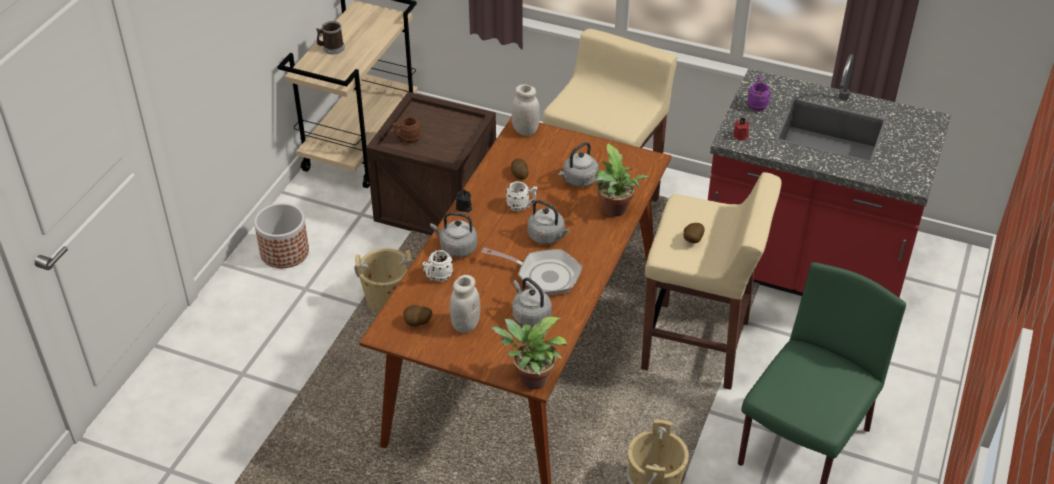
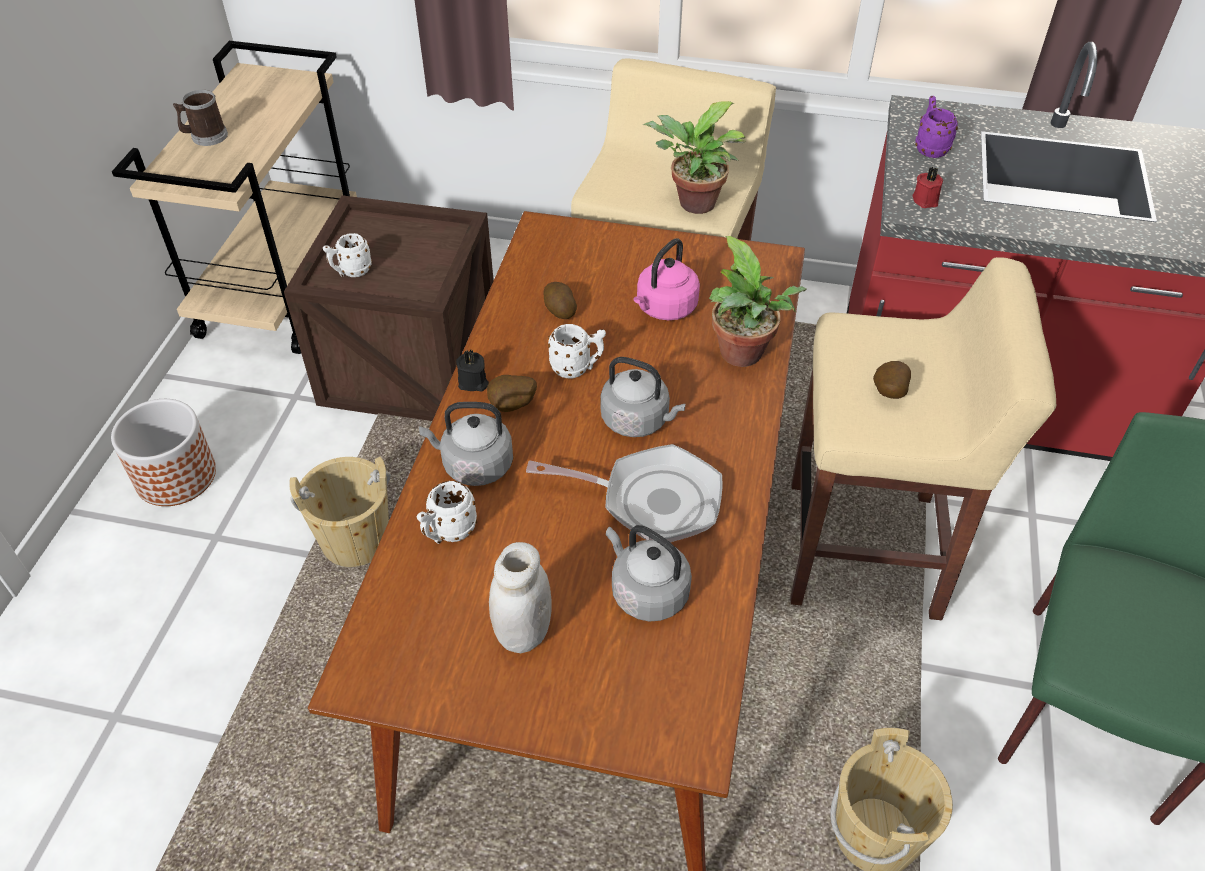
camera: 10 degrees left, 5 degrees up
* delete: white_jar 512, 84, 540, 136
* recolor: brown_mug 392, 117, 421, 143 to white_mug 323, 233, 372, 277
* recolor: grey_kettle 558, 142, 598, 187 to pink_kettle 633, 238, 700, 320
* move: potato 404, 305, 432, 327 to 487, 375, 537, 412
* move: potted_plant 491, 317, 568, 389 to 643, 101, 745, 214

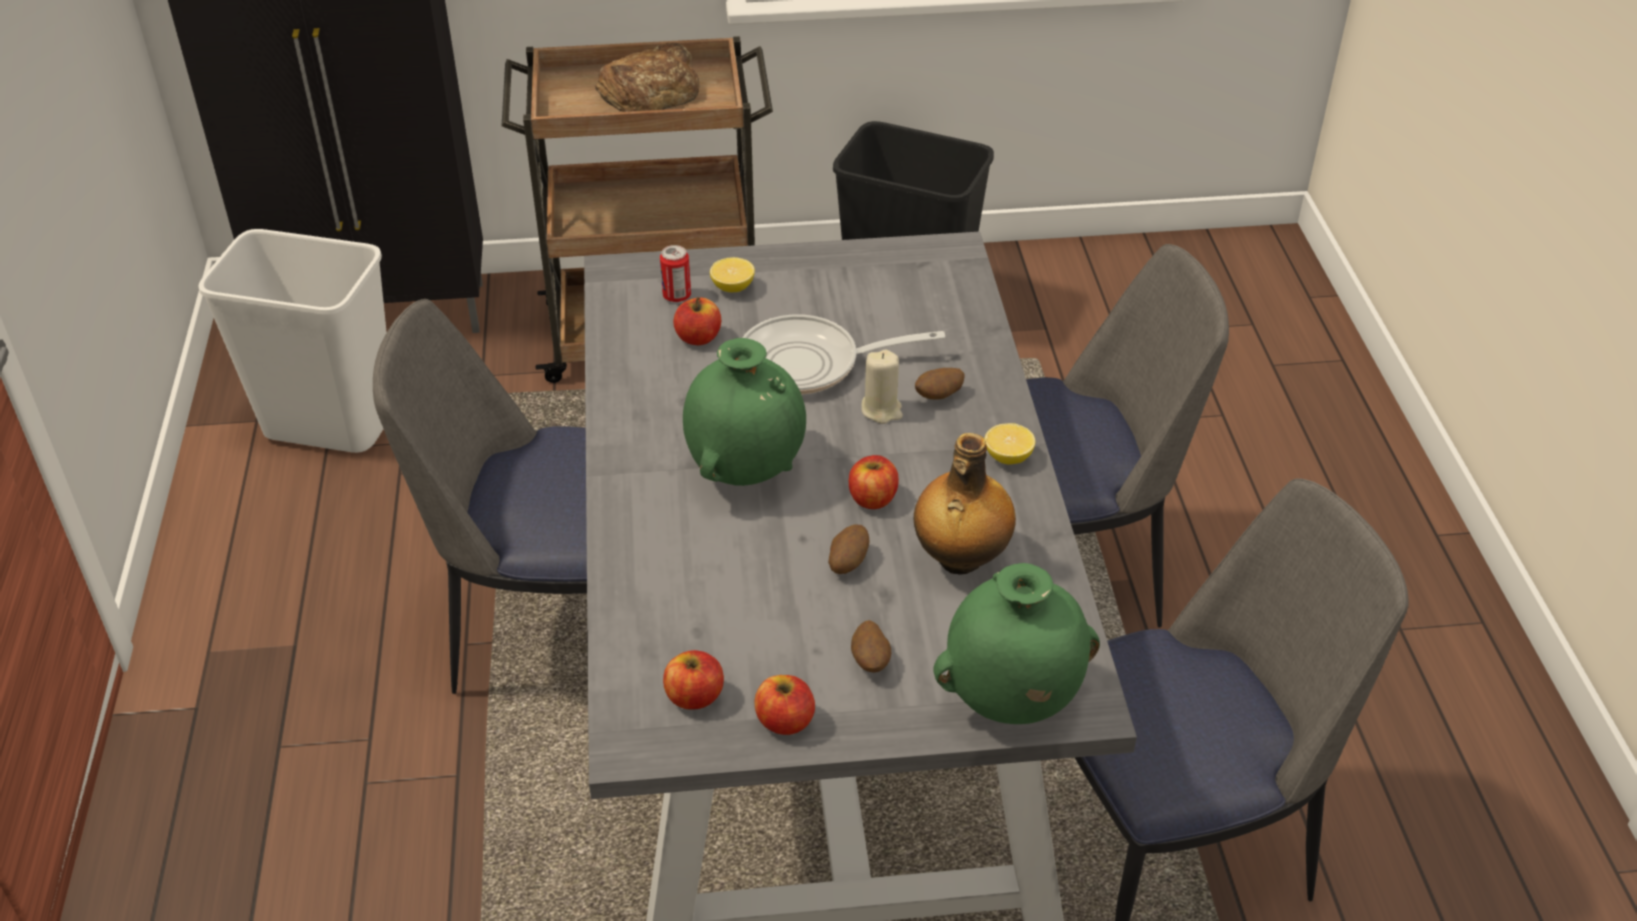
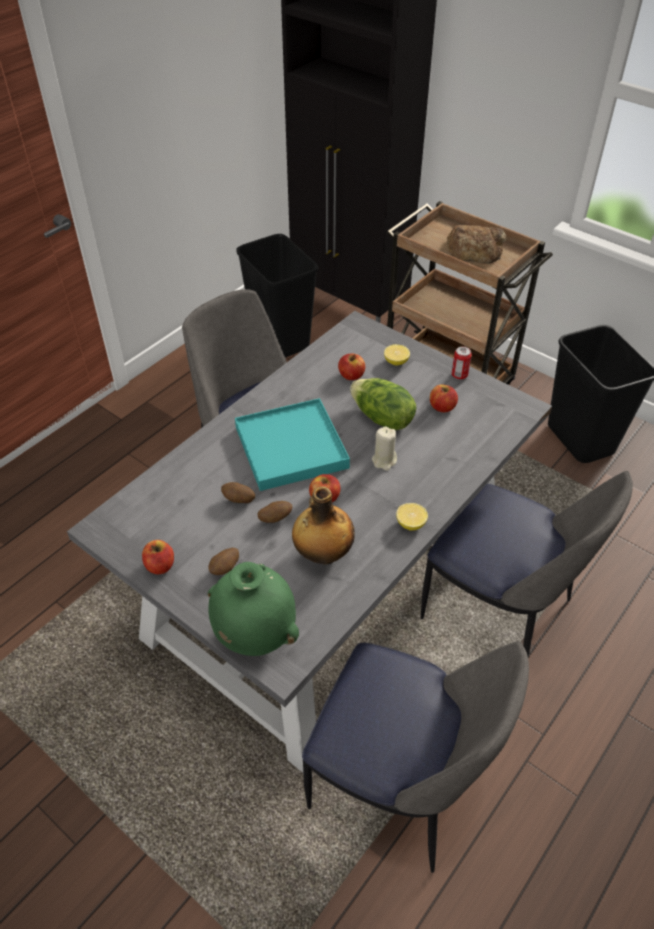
camera: 45 degrees right, 5 degrees up
* recolor: white_trash_can 199, 229, 387, 453 to black_trash_can 236, 234, 318, 358
* move: can 660, 245, 691, 302 to 452, 346, 472, 379
* replace: frying_pan 742, 315, 945, 395 to lettuce 350, 378, 417, 430
* replace: green_vase 683, 338, 806, 486 to turquoise_tray 235, 398, 350, 491
* move: potato 915, 368, 965, 399 to 221, 482, 255, 503
* move: apple 663, 650, 724, 709 to 430, 385, 458, 412

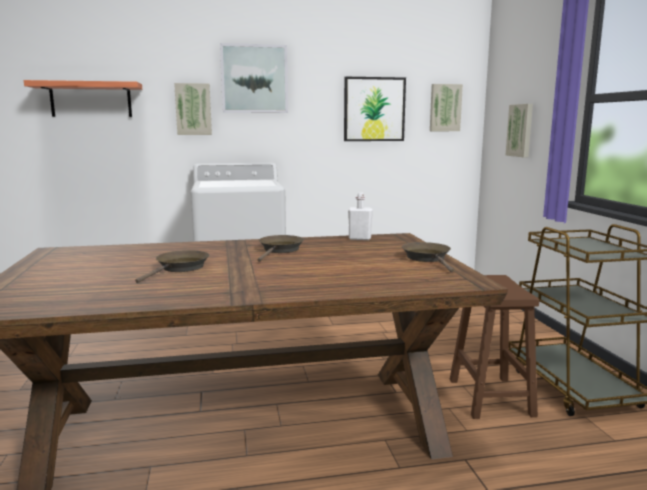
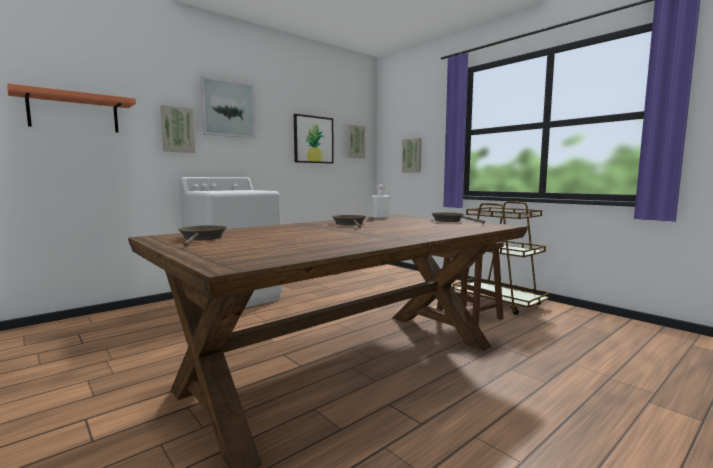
camera: 30 degrees left, 5 degrees down
* move: brown_frying_pan 135, 250, 209, 283 to 178, 225, 227, 246

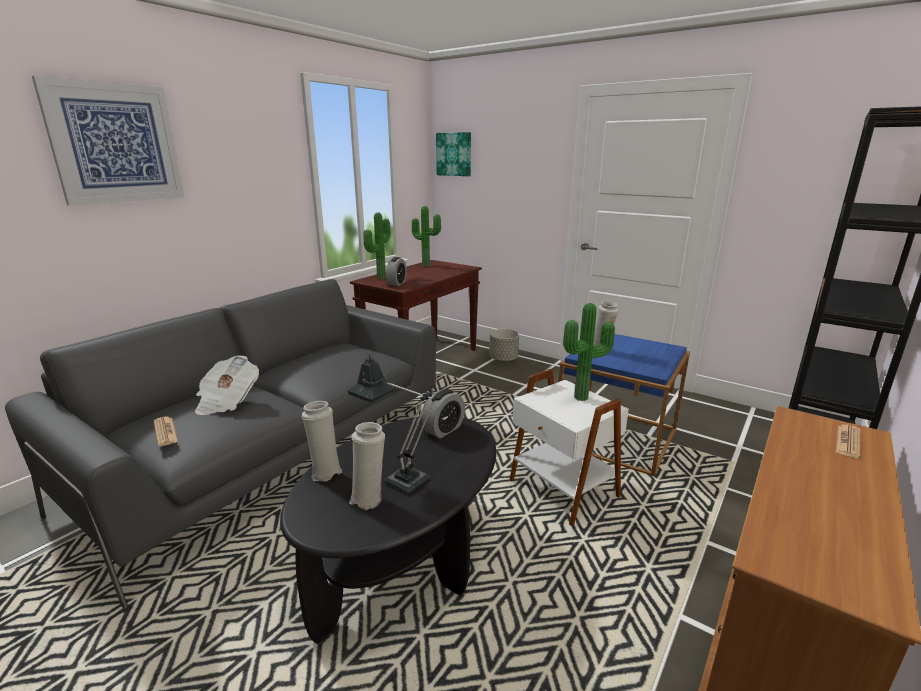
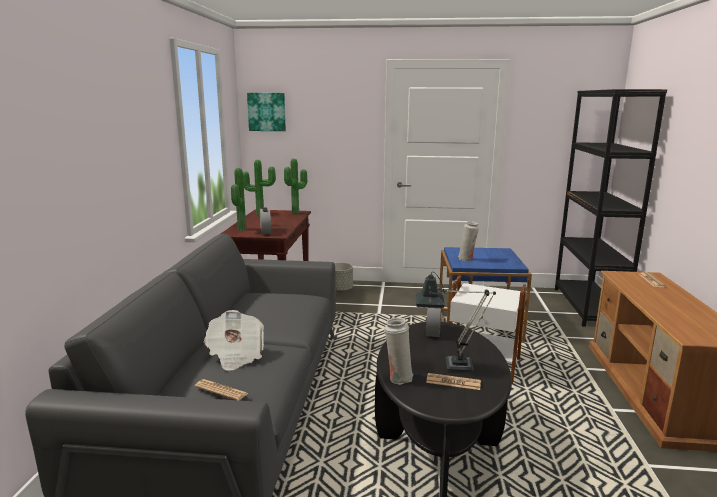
camera: 30 degrees left, 5 degrees down
* delete: picture 32, 76, 184, 206
* move: potted_plant 563, 303, 615, 401 to 284, 159, 307, 213
* replace: white_vase 349, 422, 385, 510 to newspaper 426, 373, 481, 390

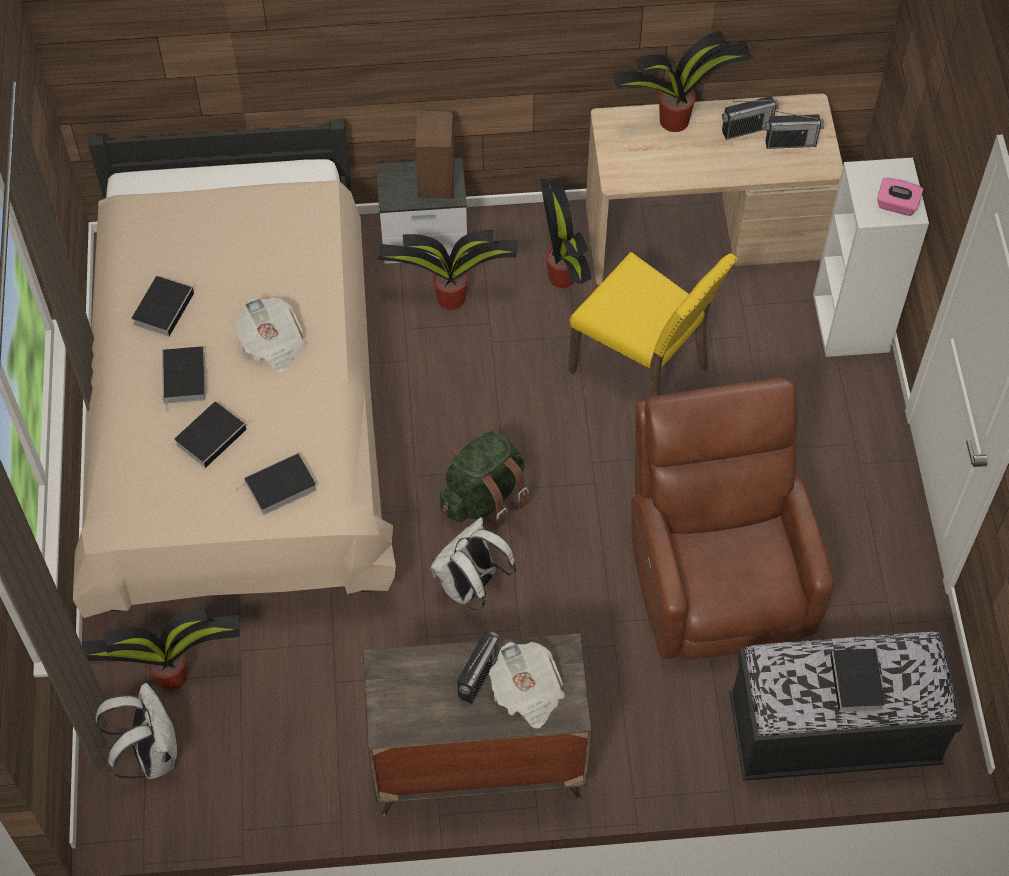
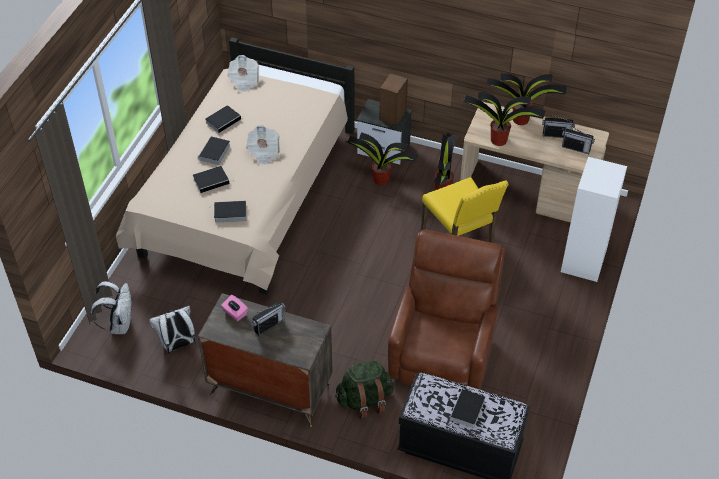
camera: 25 degrees right, 10 degrees down
* move: pink_tissue_box 877, 178, 923, 216 to 221, 295, 248, 321
* move: green_backpack 440, 431, 529, 530 to 335, 361, 394, 419
* move: white_backpack 430, 517, 516, 611 to 149, 306, 196, 354
* move: potted_plant 82, 606, 240, 691 to 464, 92, 546, 146
* move: newspaper 489, 642, 565, 729 to 227, 55, 259, 93

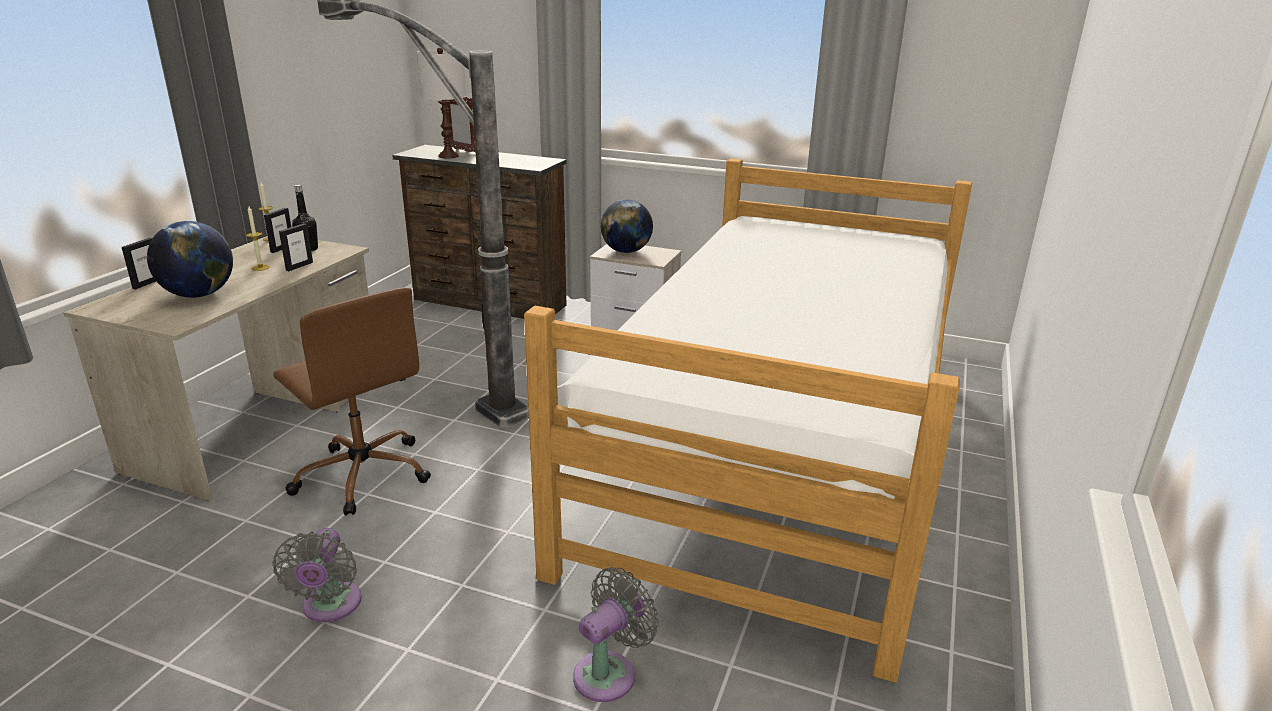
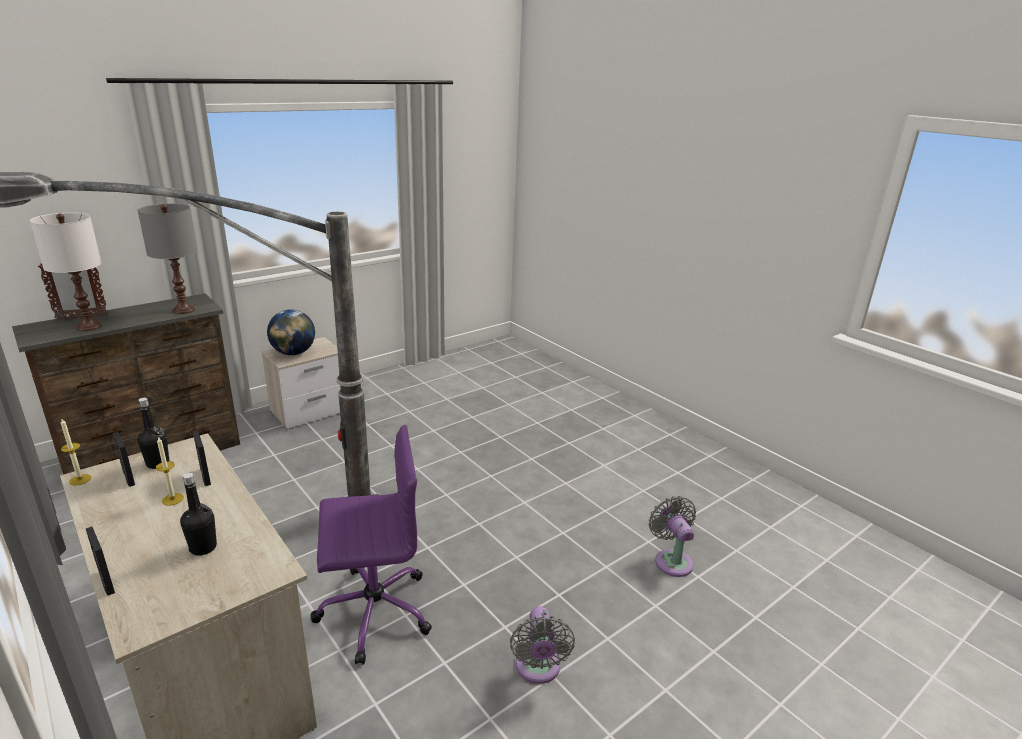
camera: 60 degrees left, 0 degrees up
* delete: bed 524, 158, 972, 683
* replace: globe 147, 221, 233, 298 to black_bottle 180, 473, 217, 556
* recolor: brown_office_chair 273, 287, 431, 516 to purple_office_chair 311, 425, 432, 665
* rotate: grey_fan 272, 528, 362, 622 = 510, 606, 575, 684 60 degrees clockwise
* insert: grey_table_lamp 138, 204, 198, 314

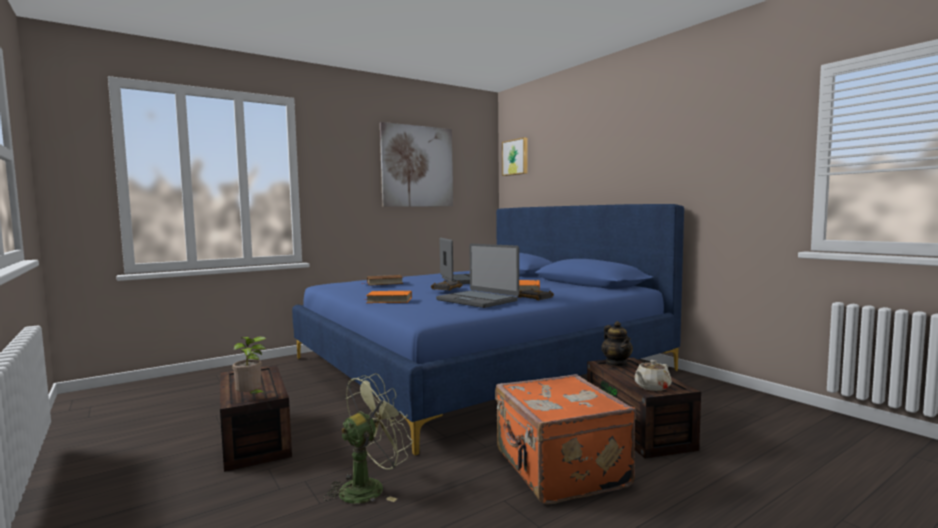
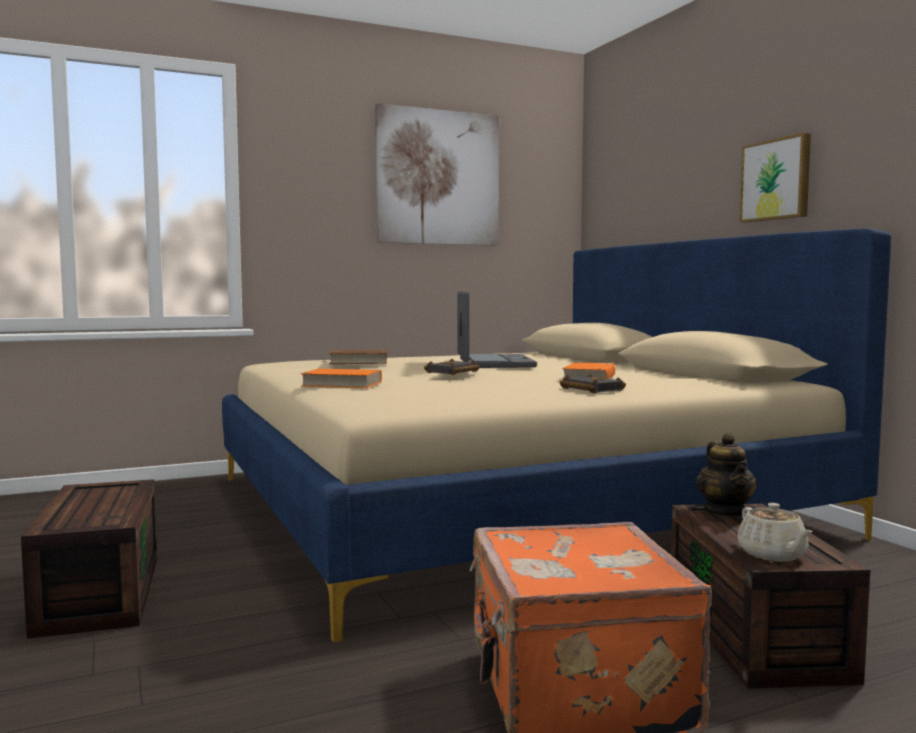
camera: 10 degrees right, 0 degrees up
* move: picture 502, 137, 528, 176 to 740, 133, 811, 223
* recolor: blue_bed 292, 204, 684, 455 to beige_bed 222, 228, 891, 642
* delete: laptop 436, 244, 519, 308
* delete: potted_plant 232, 336, 266, 394
* rotate: beige_teapot 635, 360, 672, 391 = 738, 503, 813, 562 75 degrees counterclockwise
* delete: green_fan 323, 373, 413, 503

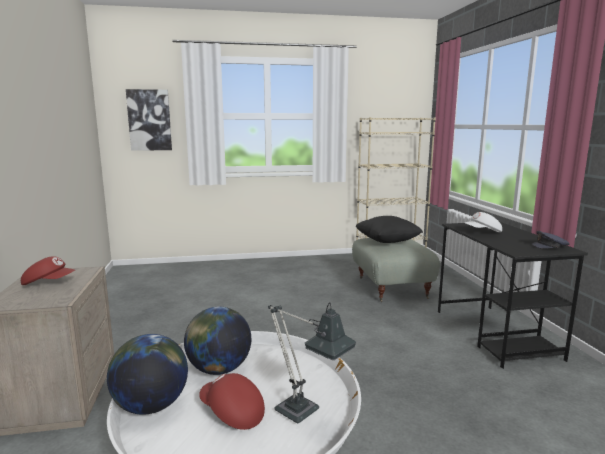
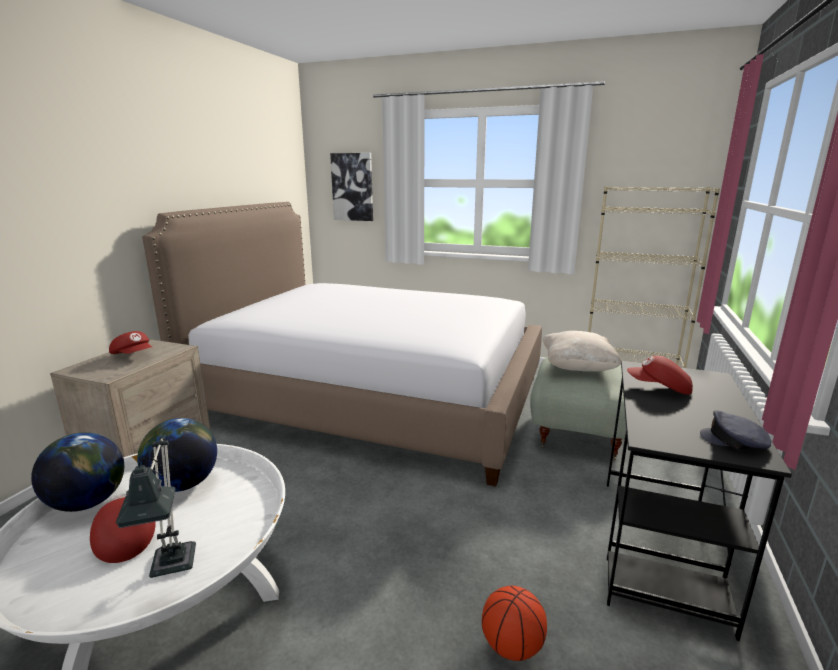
camera: 30 degrees right, 5 degrees up
* recolor: white_cap 465, 212, 502, 232 to red_cap 627, 356, 693, 395
* recolor: black_pillow 356, 216, 423, 243 to beige_pillow 543, 331, 622, 372
* insert: bed 142, 202, 542, 486
* insert: basketball 482, 586, 547, 661

